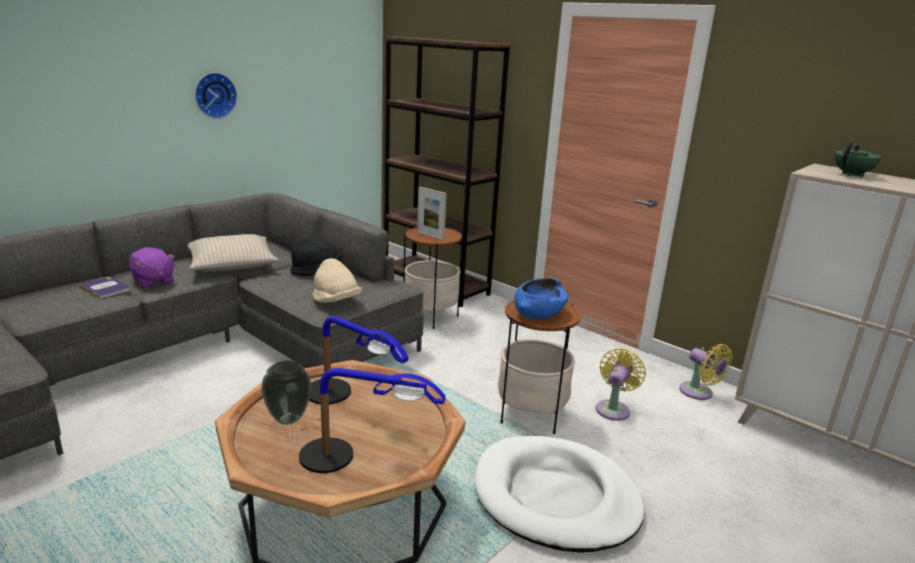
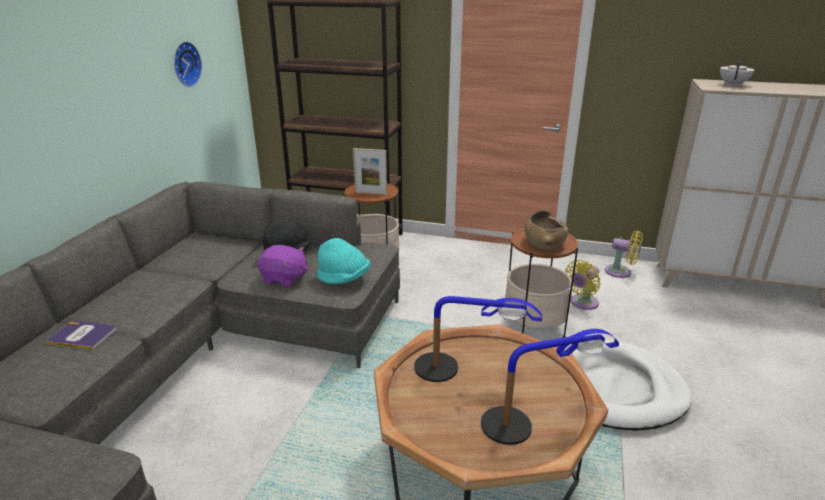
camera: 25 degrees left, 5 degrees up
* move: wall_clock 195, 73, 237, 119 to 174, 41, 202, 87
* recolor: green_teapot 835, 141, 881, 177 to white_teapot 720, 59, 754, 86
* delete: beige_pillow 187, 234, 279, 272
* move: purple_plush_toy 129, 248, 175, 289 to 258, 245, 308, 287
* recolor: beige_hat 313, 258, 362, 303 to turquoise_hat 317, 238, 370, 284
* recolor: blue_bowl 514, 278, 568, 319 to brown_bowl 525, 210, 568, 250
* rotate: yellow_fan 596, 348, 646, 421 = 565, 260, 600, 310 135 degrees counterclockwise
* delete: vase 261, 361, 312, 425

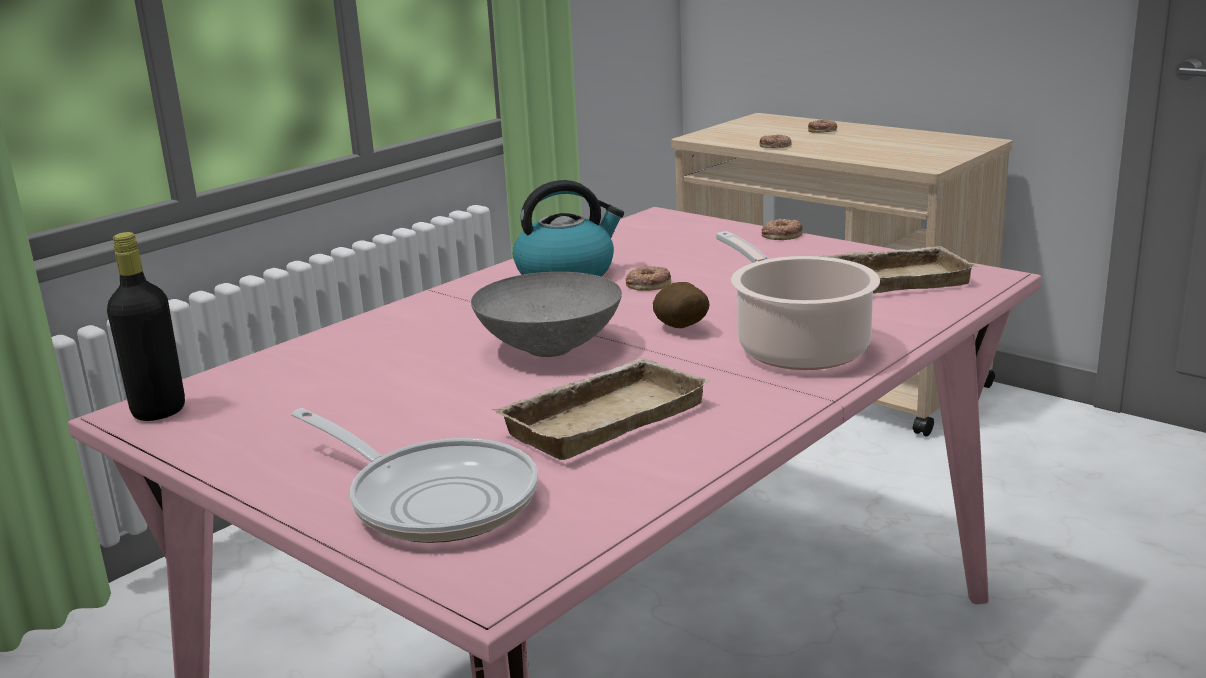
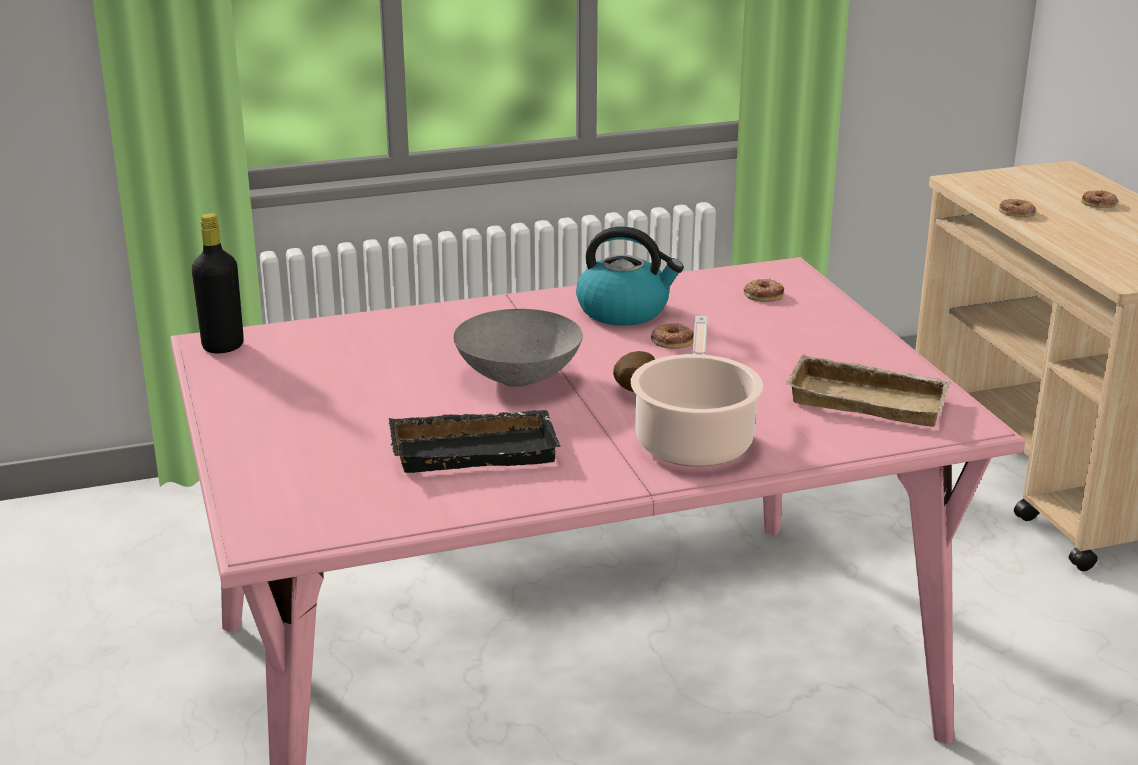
camera: 30 degrees right, 5 degrees up
* move: donut 761, 218, 803, 240 to 744, 279, 784, 302
* recolor: beige_tray 493, 358, 710, 460 to black_tray 388, 410, 561, 473
* delete: frying_pan 291, 408, 538, 543

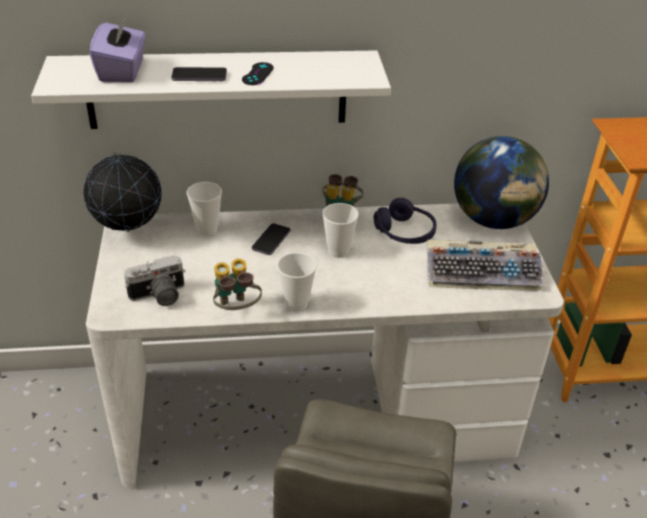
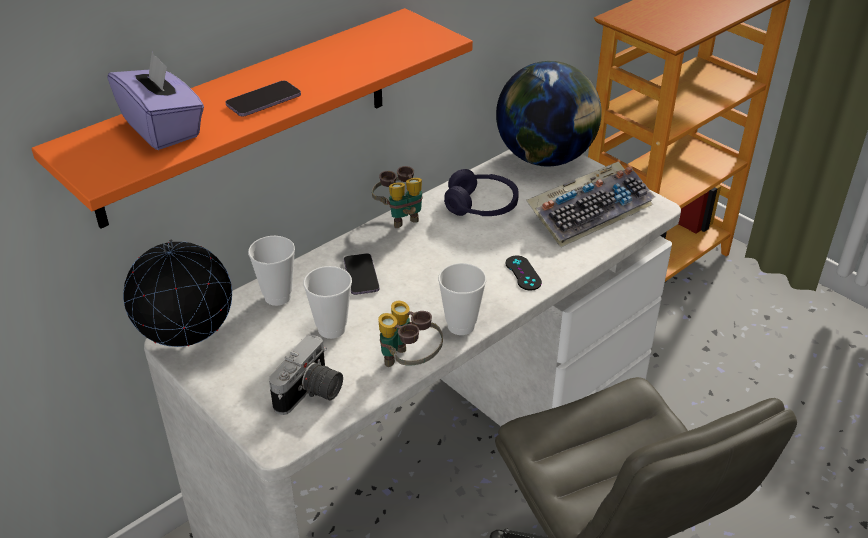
camera: 35 degrees left, 0 degrees up
* recolor: white_shelf 31, 50, 391, 129 to orange_shelf 31, 8, 473, 229
* move: black_game_controller 242, 62, 274, 85 to 506, 256, 542, 291
* move: cup 322, 203, 359, 258 to 303, 266, 352, 339

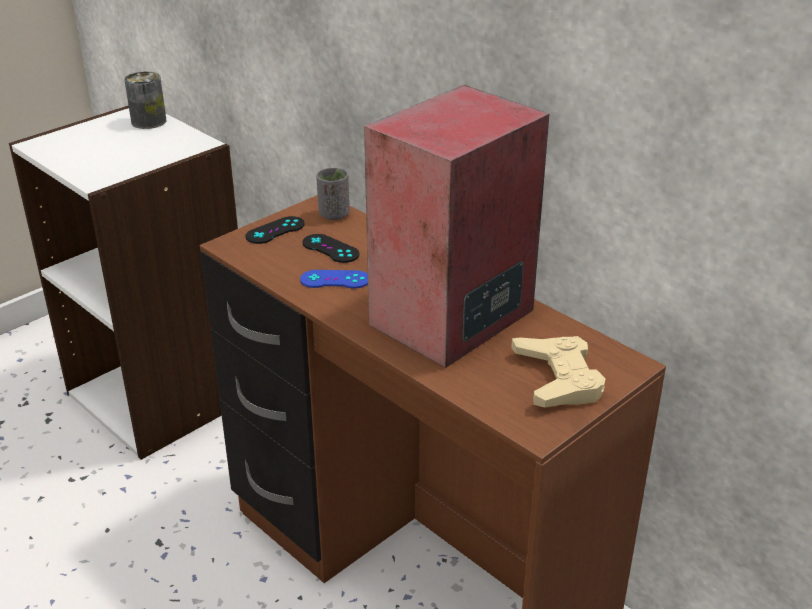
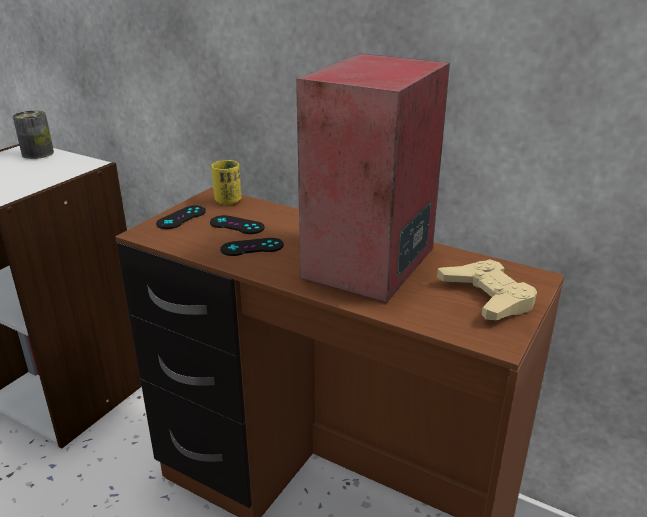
camera: 15 degrees left, 5 degrees down
* recolor: grey_cup 316, 168, 350, 220 to yellow_cup 211, 160, 241, 205
* recolor: blue_game_controller 300, 270, 368, 289 to black_game_controller 220, 238, 284, 256

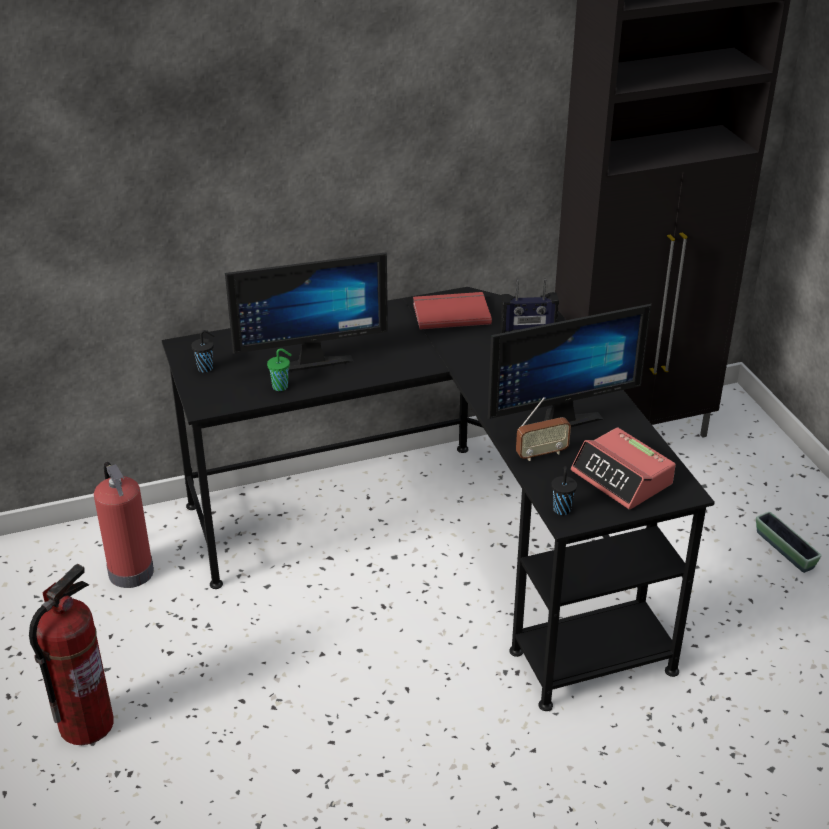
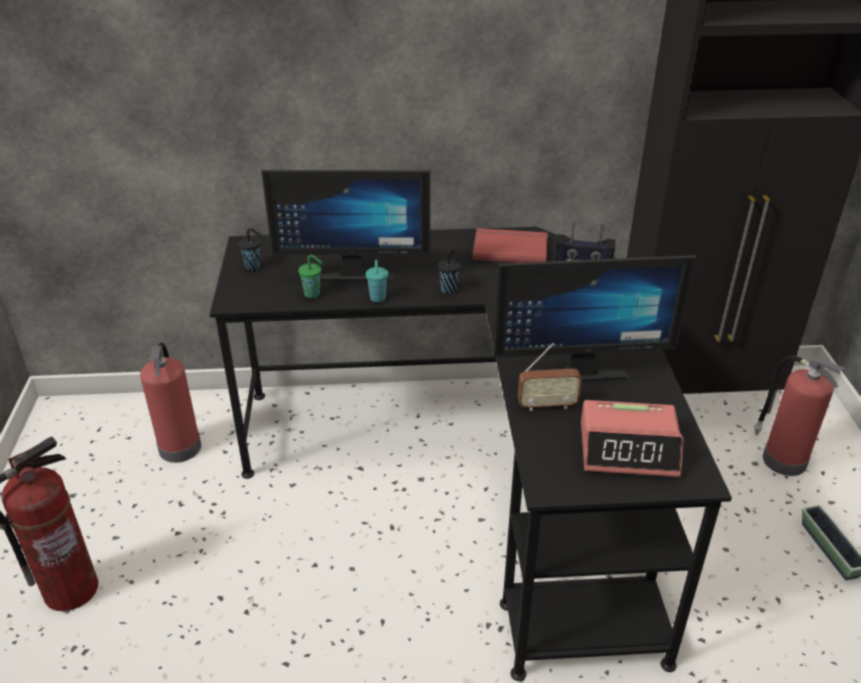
camera: 15 degrees right, 0 degrees up
* rotate: alarm_clock 571, 427, 676, 510 = 581, 400, 684, 477 60 degrees counterclockwise
* move: black_cup 551, 466, 577, 515 to 438, 249, 460, 294
* insert: turquoise_cup 366, 260, 388, 302
* insert: fire_extinguisher 754, 356, 846, 476

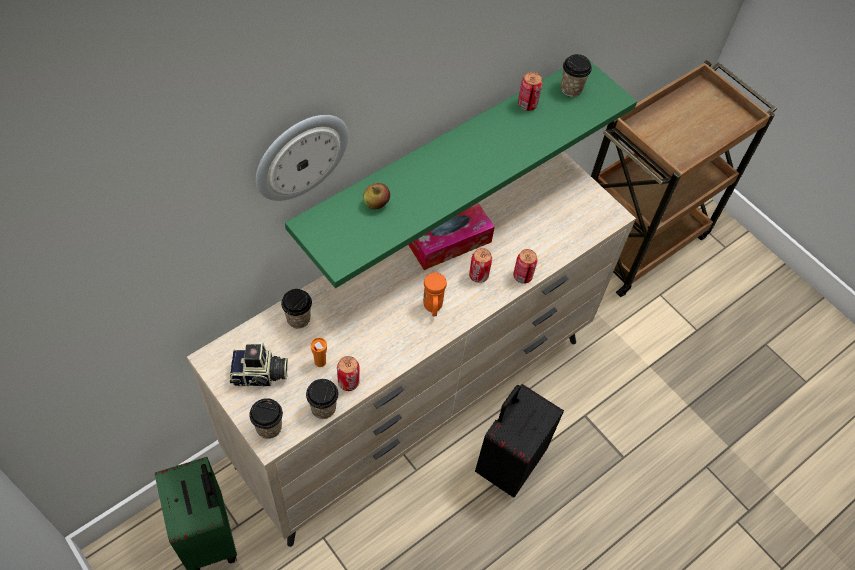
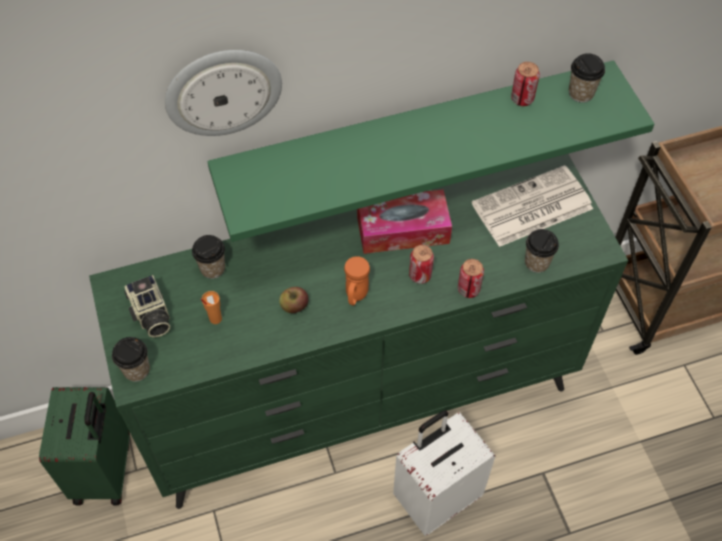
camera: 25 degrees right, 0 degrees up
* recolor: beige_dresser 187, 151, 636, 547 to green_dresser 89, 154, 628, 509
* move: apple 363, 183, 390, 209 to 279, 287, 308, 313
* rotate: photo_camera 230, 343, 288, 386 = 124, 275, 170, 338 45 degrees clockwise
* delete: can 337, 356, 360, 391
* move: cup 306, 379, 339, 419 to 525, 229, 559, 273
* recolor: black_suitcase 475, 384, 564, 498 to white_suitcase 393, 410, 495, 536
* insert: newspaper 472, 165, 593, 247

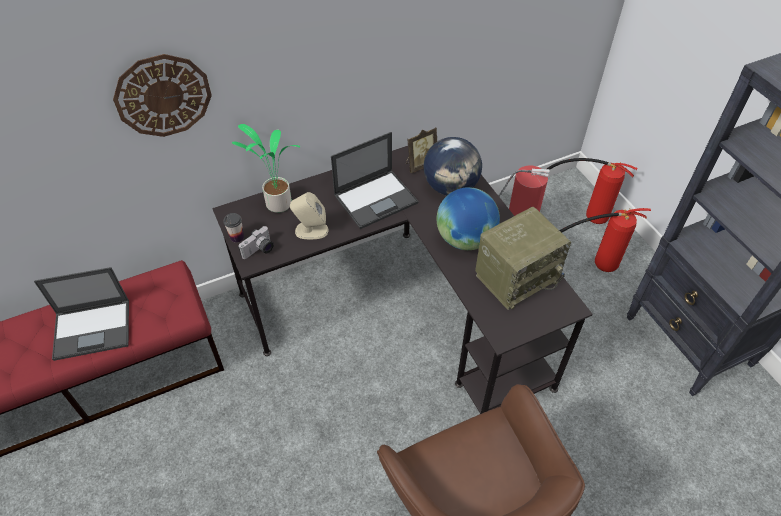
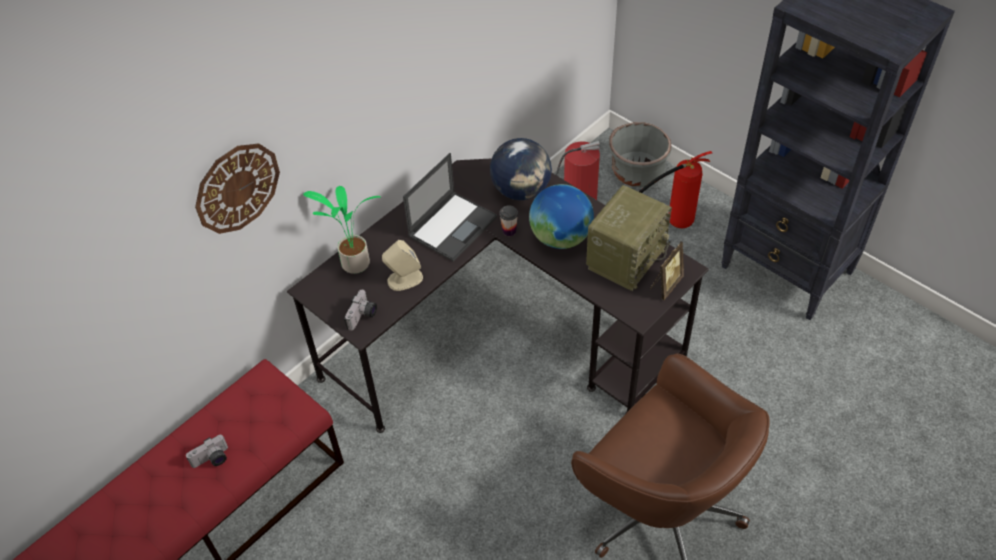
camera: 20 degrees left, 0 degrees up
* move: picture_frame 406, 127, 437, 173 to 650, 241, 684, 300
* replace: fire_extinguisher 547, 158, 638, 224 to grey_planter 609, 122, 672, 187
* move: cup 223, 213, 244, 243 to 499, 205, 518, 236
* replace: laptop 34, 267, 129, 361 to photo_camera 186, 435, 228, 468

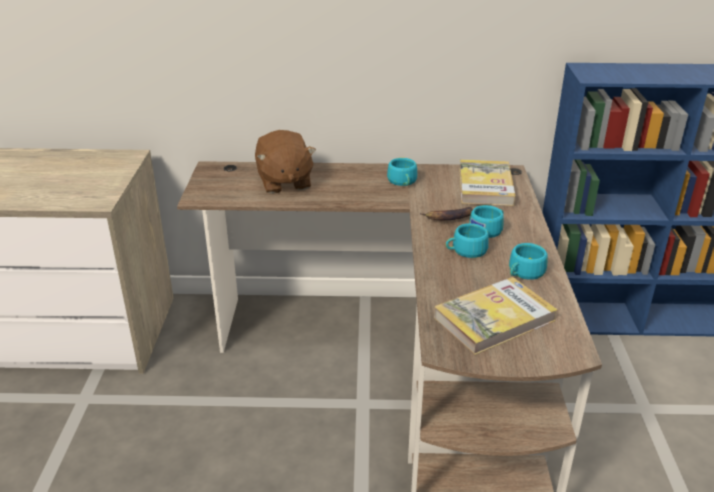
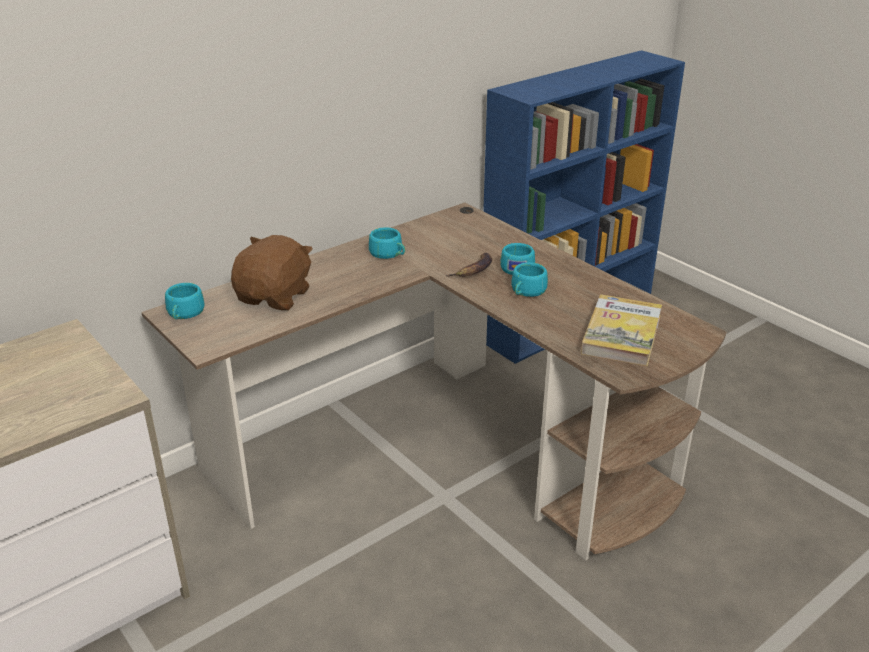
camera: 40 degrees left, 0 degrees up
* rotate: brown_plush_toy 255, 130, 316, 194 = 231, 235, 313, 311 105 degrees counterclockwise
* delete: book 459, 160, 515, 206
* move: turquoise_cup 509, 243, 548, 280 to 165, 283, 205, 319

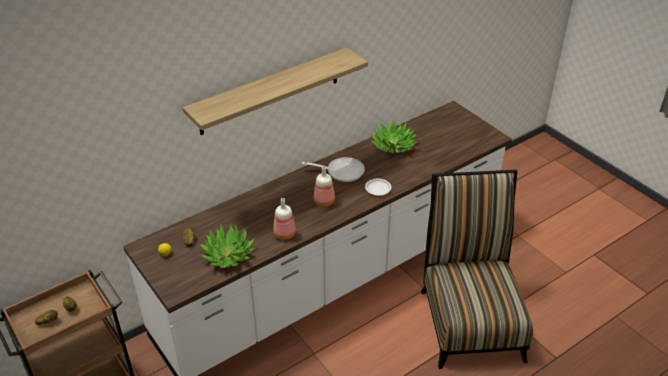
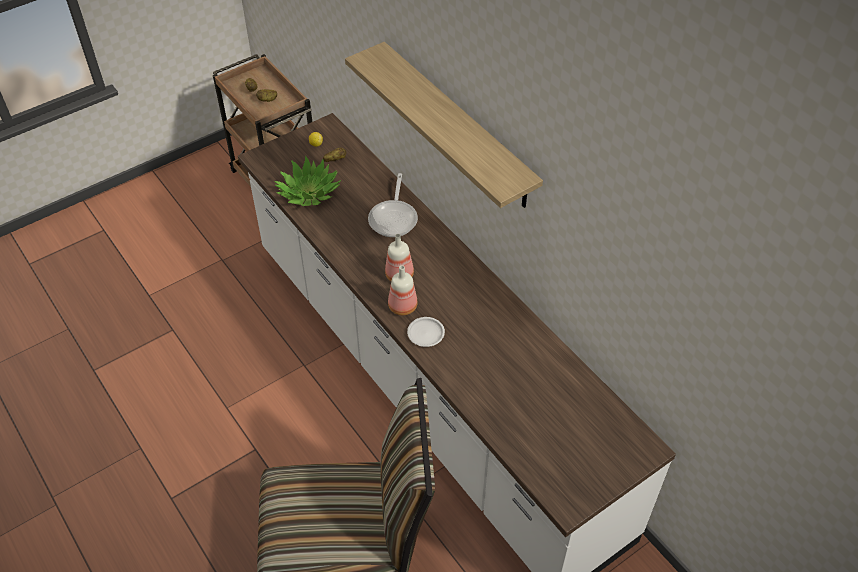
camera: 90 degrees right, 10 degrees up
* delete: potted_plant 370, 119, 417, 153
* move: frying_pan 302, 157, 365, 182 to 368, 173, 418, 237
* move: bottle 273, 198, 296, 240 to 388, 265, 418, 315

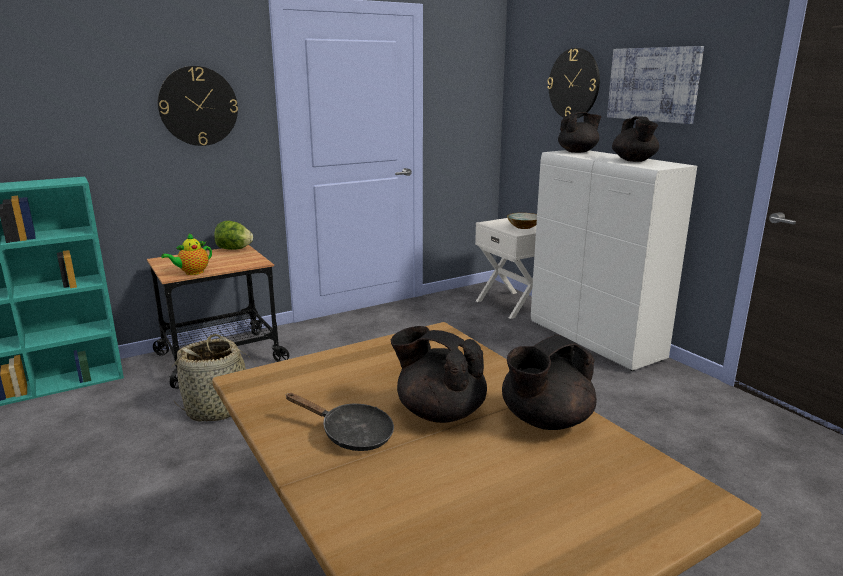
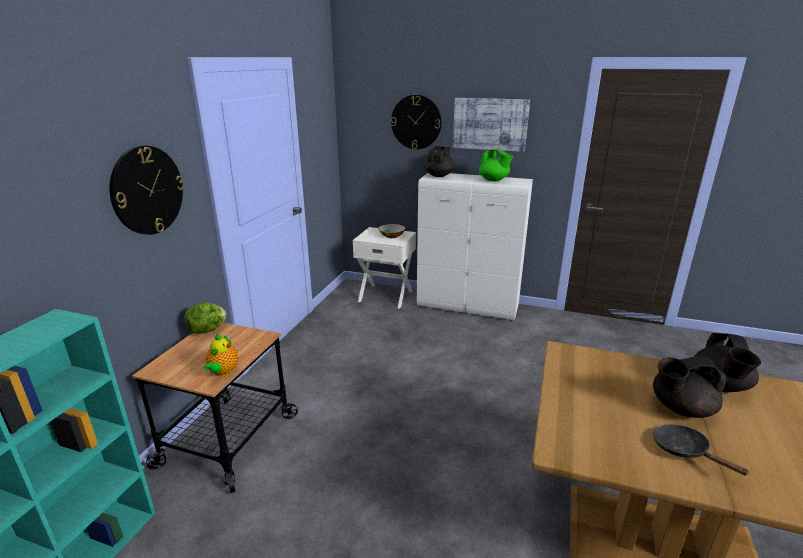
camera: 40 degrees left, 5 degrees up
* recolor: black_teapot 612, 116, 659, 162 to green_teapot 479, 149, 514, 181
* delete: basket 172, 334, 257, 422
* rotate: black_frying_pan 285, 393, 394, 451 = 653, 424, 750, 475 105 degrees counterclockwise

